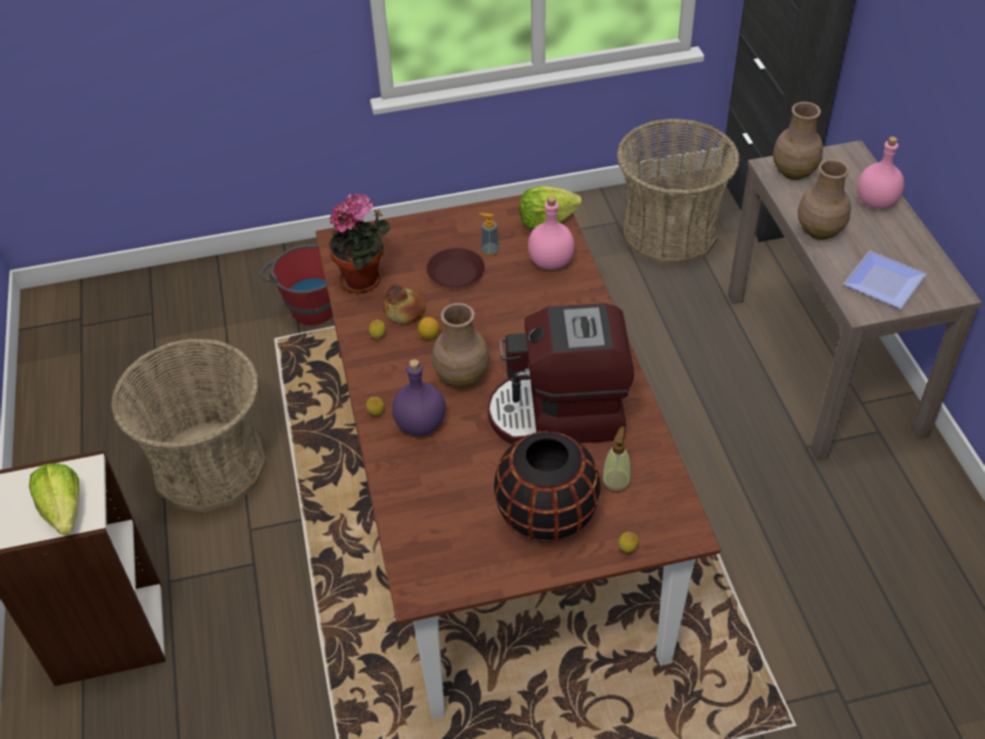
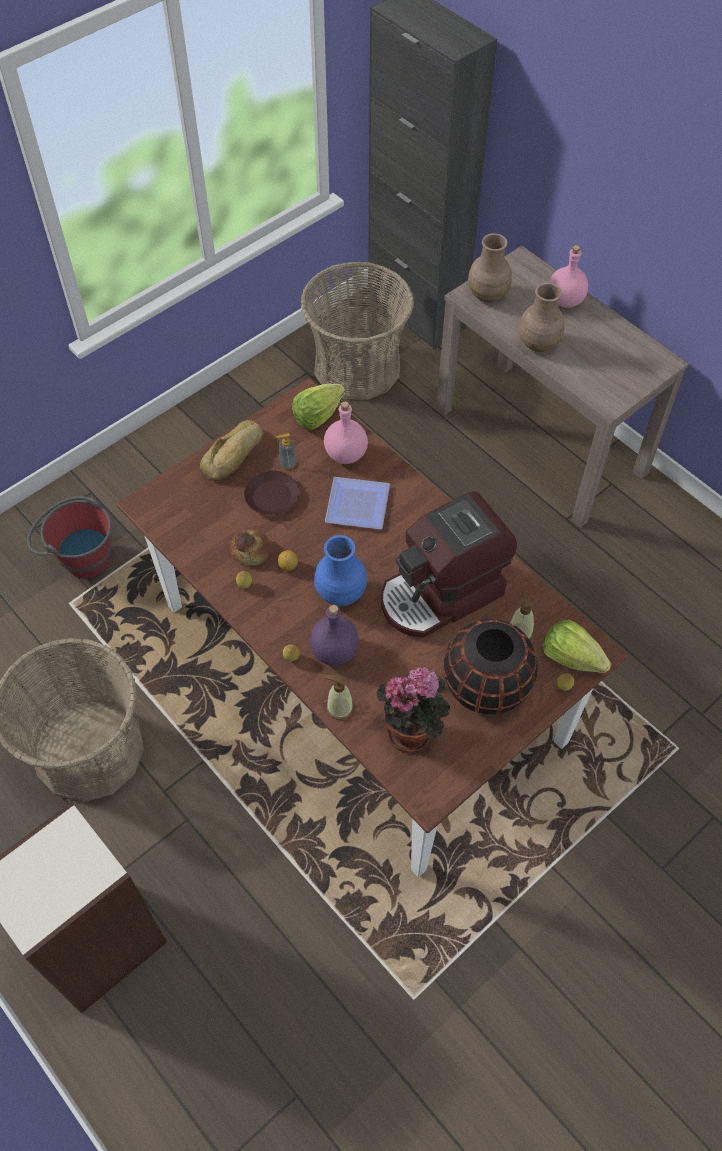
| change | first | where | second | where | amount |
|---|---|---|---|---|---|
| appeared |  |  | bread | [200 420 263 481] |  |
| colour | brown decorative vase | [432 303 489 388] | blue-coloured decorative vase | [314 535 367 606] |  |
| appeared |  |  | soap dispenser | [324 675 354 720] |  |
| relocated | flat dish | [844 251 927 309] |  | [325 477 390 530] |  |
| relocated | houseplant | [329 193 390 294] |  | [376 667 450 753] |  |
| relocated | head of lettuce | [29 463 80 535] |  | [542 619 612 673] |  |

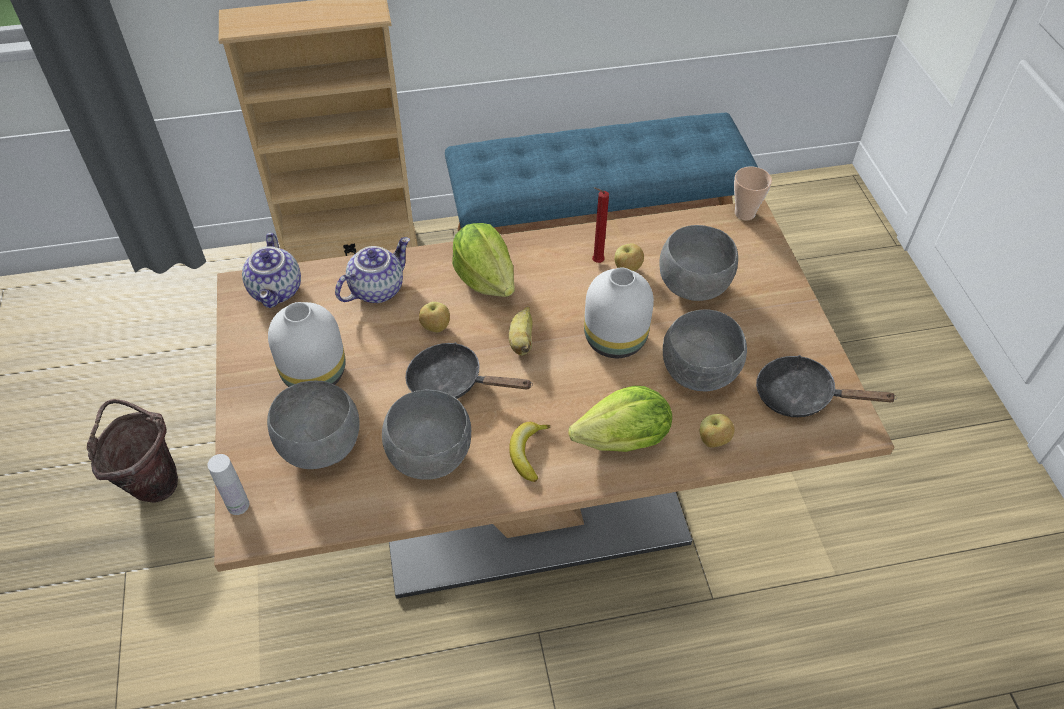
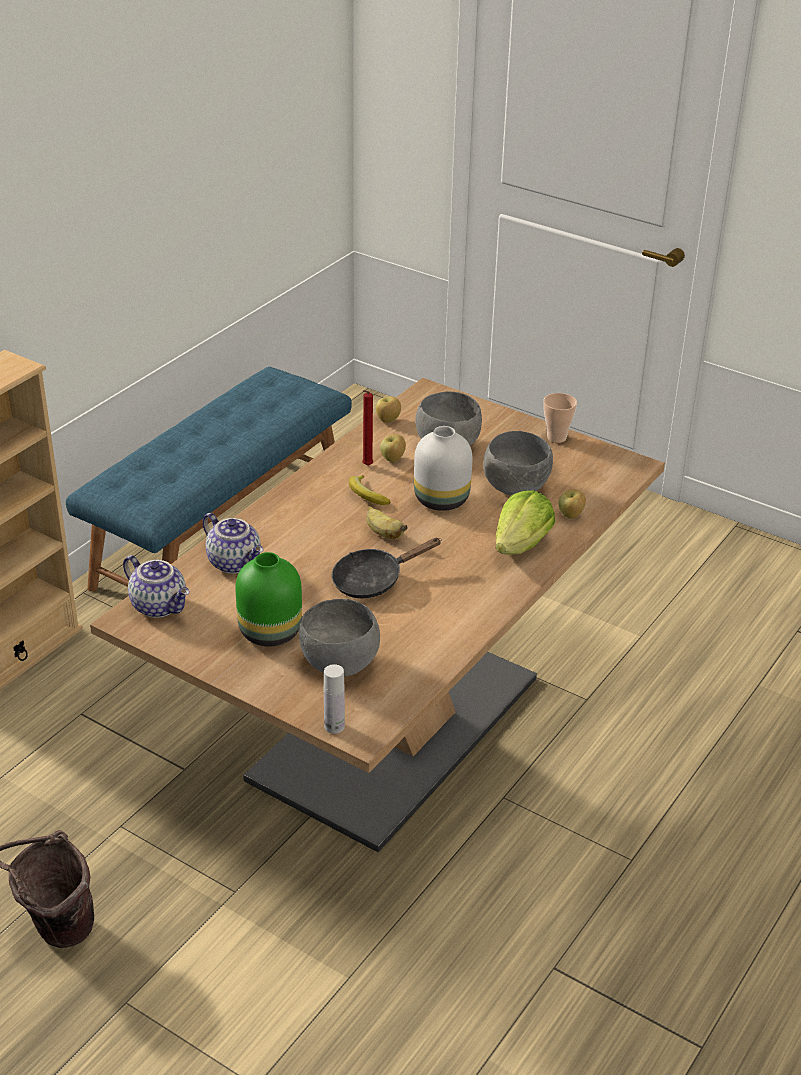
| change | first | where | second | where | amount |
|---|---|---|---|---|---|
| spun | tea pot | [335 237 410 303] |  | [203 513 263 574] | 135 degrees clockwise |
| colour | whitish decorative vase | [268 302 345 387] | green decorative vase | [235 552 302 646] |  |
| relocated | banana | [509 422 551 482] |  | [349 475 390 505] |  |
| relocated | whole apple | [419 302 450 332] |  | [376 396 401 423] |  |
| relocated | drinking cup | [734 166 772 221] |  | [544 393 577 443] |  |
| missing | gray serving bowl | [382 390 471 480] |  |  |  |
| missing | head of lettuce | [452 223 515 297] |  |  |  |
| missing | blackish skillet | [756 355 897 417] |  |  |  |

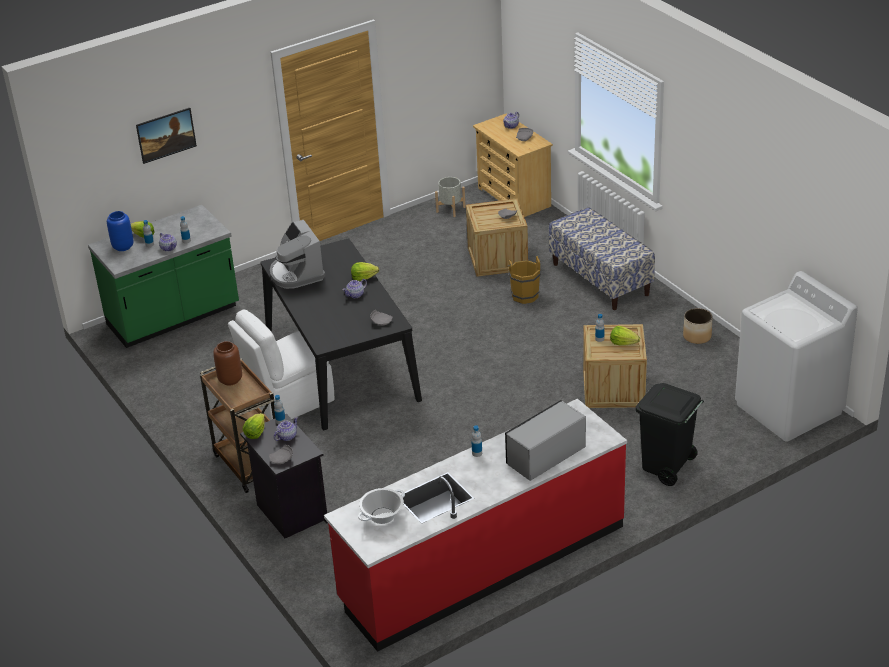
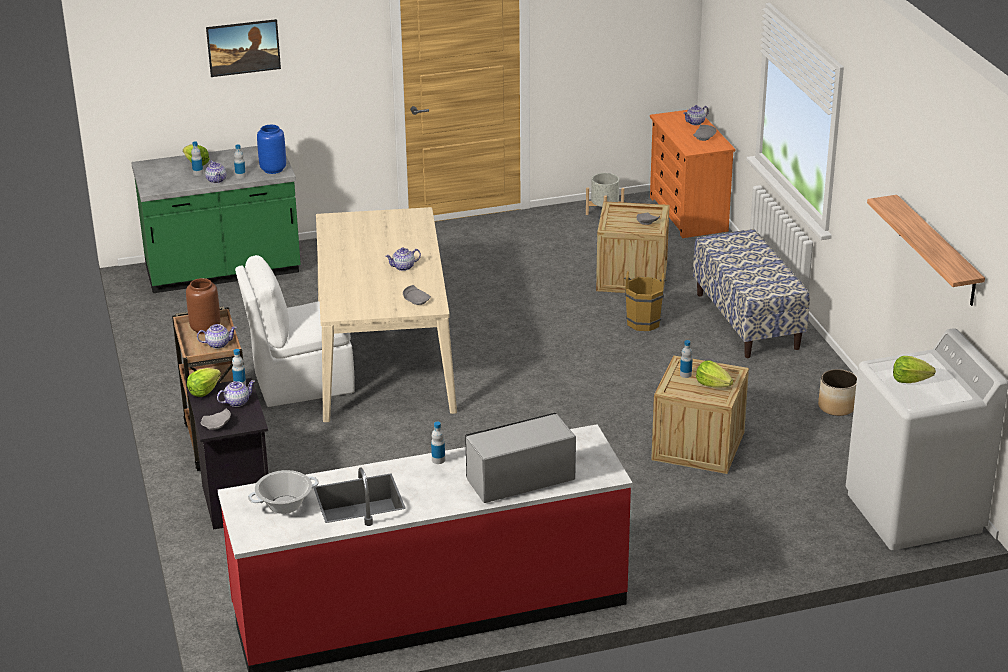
| change | first | where | second | where | amount |
|---|---|---|---|---|---|
| appeared |  |  | tea pot | [197 324 237 349] |  |
| relocated | blue-coloured decorative vase | [107 211 134 251] |  | [257 125 286 174] |  |
| colour | blackish kitchen table | [260 238 422 430] | sand-coloured kitchen table | [316 207 457 422] |  |
| colour | sand-coloured dresser | [473 114 553 217] | orange dresser | [650 110 735 238] |  |
| appeared |  |  | shelf | [867 195 985 306] |  |
| relocated | head of lettuce | [351 262 379 281] |  | [893 356 936 383] |  |
| missing | coffee brewer | [270 220 325 289] |  |  |  |
| missing | blackish rubbish bin | [636 383 704 486] |  |  |  |

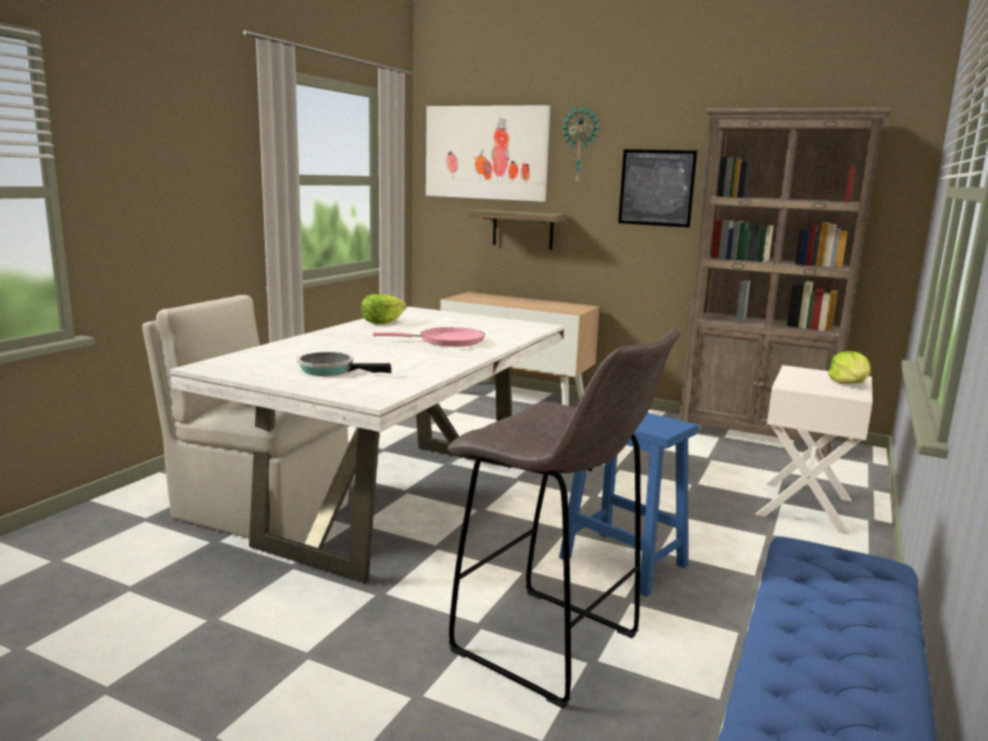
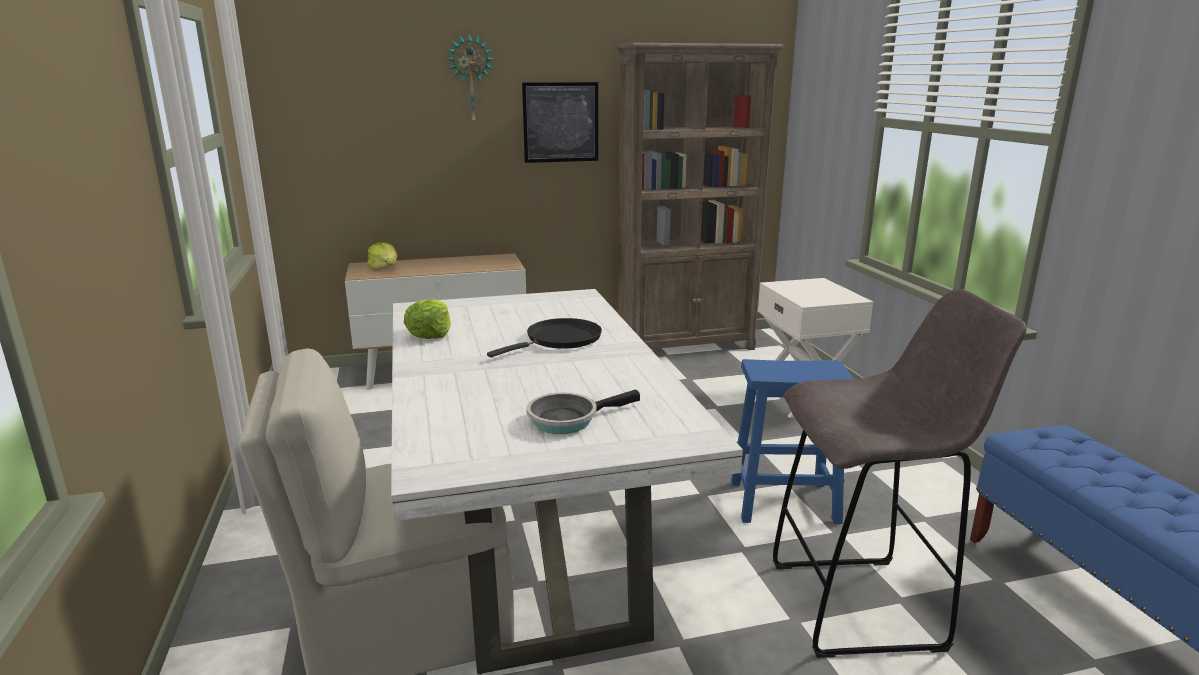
| change | first | where | second | where | amount |
|---|---|---|---|---|---|
| relocated | head of lettuce | [828 351 870 384] |  | [367 242 398 269] |  |
| colour | pink-coloured skillet | [373 327 485 347] | blackish skillet | [487 318 602 358] |  |
| missing | wall picture | [426 105 550 202] |  |  |  |
| missing | shelf | [469 210 567 250] |  |  |  |

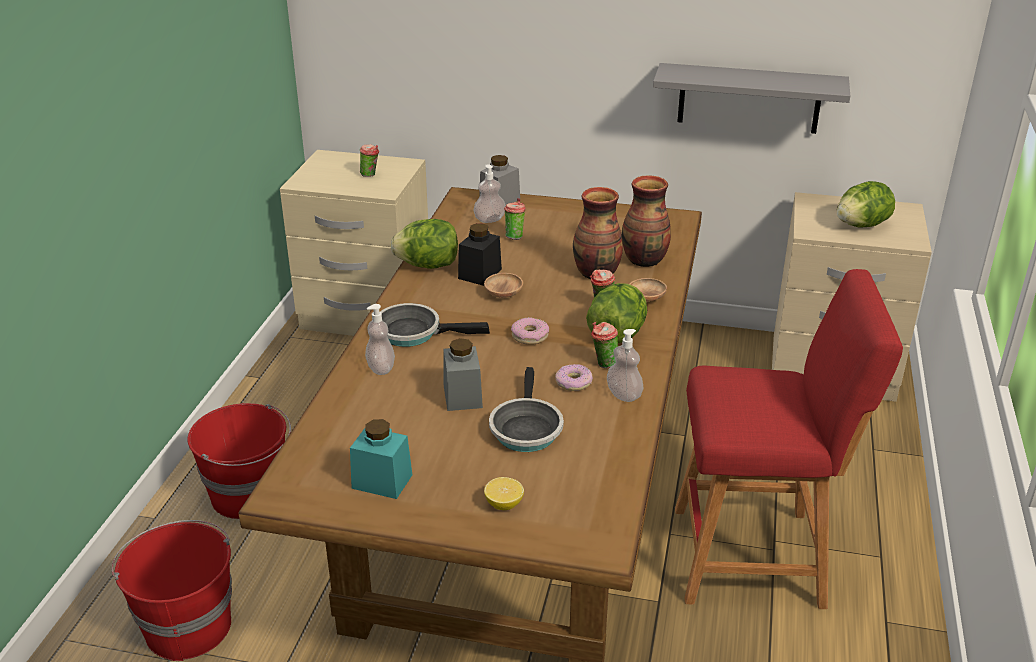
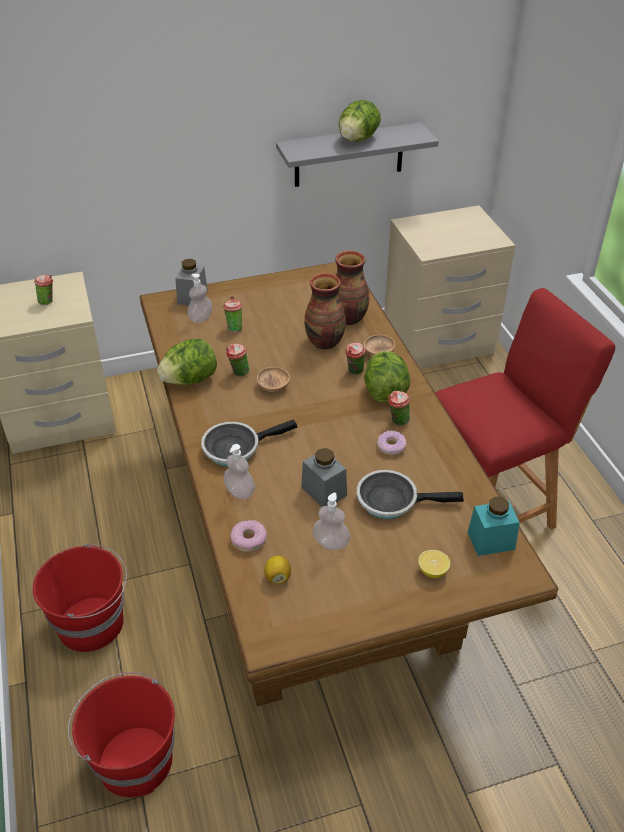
| change | first | where | second | where | amount |
|---|---|---|---|---|---|
| exchanged | blackish storage jar | [458 223 502 286] | drinking cup | [226 344 249 377] |  |
| relocated | doughnut | [511 317 549 345] |  | [230 520 267 552] |  |
| appeared |  |  | whole lemon | [264 556 291 584] |  |
| relocated | soap dispenser | [607 329 644 402] |  | [312 493 350 550] |  |
| relocated | head of lettuce | [837 181 895 228] |  | [339 100 381 142] |  |
| spun | skillet | [489 367 564 452] |  | [356 470 464 519] | 120 degrees clockwise |
| relocated | turquoise storage jar | [350 419 412 499] |  | [468 496 520 556] |  |

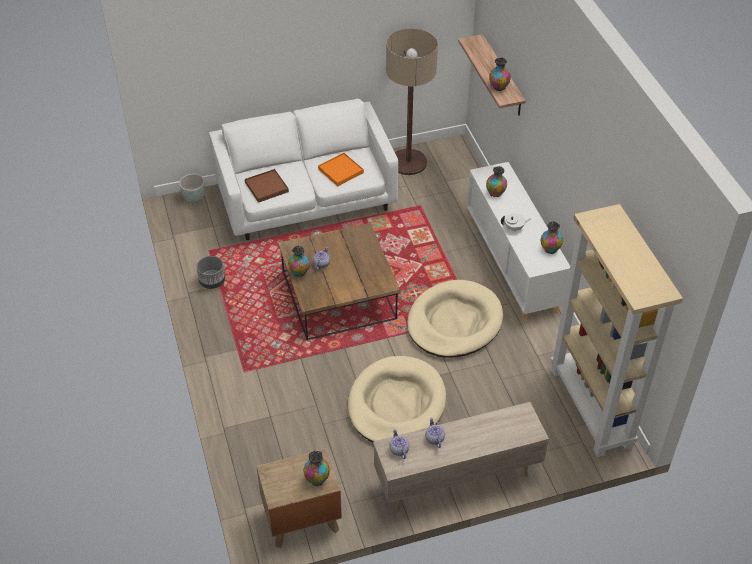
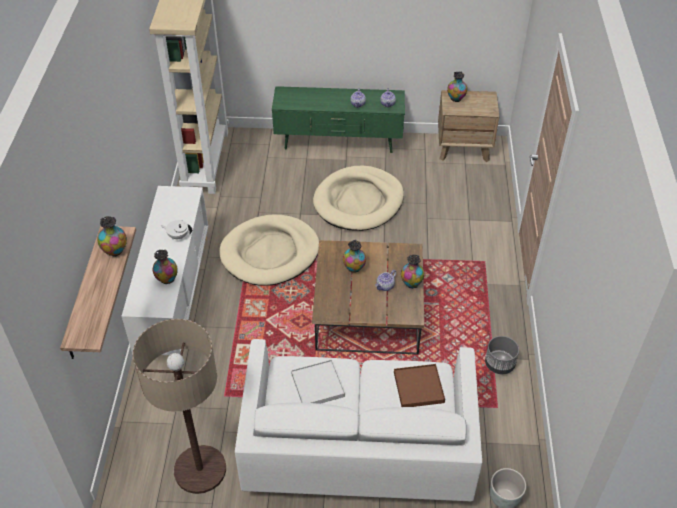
| change | first | where | second | where | amount |
|---|---|---|---|---|---|
| colour | sand-coloured tv unit | [373 402 549 511] | green tv unit | [272 86 405 153] |  |
| colour | orange tray | [318 153 364 186] | whitish tray | [291 359 345 404] |  |
| relocated | decorative vase | [541 221 563 254] |  | [343 240 366 273] |  |

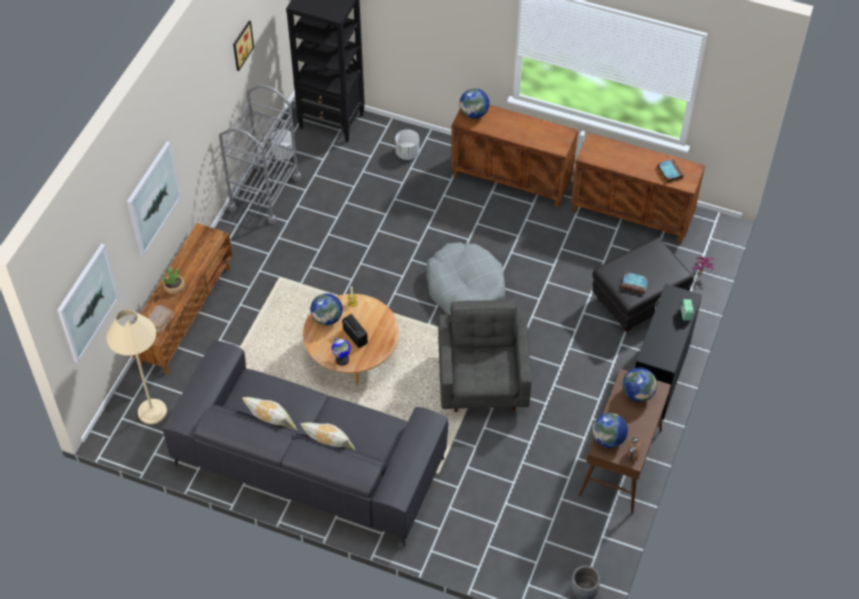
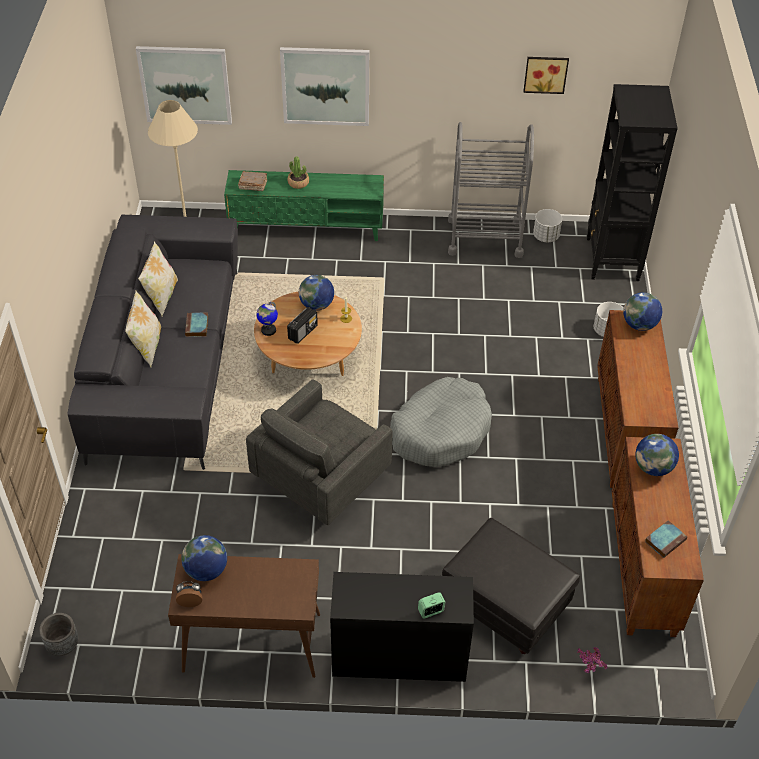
| change | first | where | second | where | amount |
|---|---|---|---|---|---|
| relocated | book | [621 272 649 294] |  | [185 313 208 337] |  |
| colour | brown tv unit | [132 223 233 375] | green tv unit | [224 170 384 241] |  |
| spun | gray lounge chair | [438 300 532 412] |  | [246 379 393 525] | 150 degrees clockwise |
| relocated | globe | [622 368 657 402] |  | [635 434 679 476] |  |

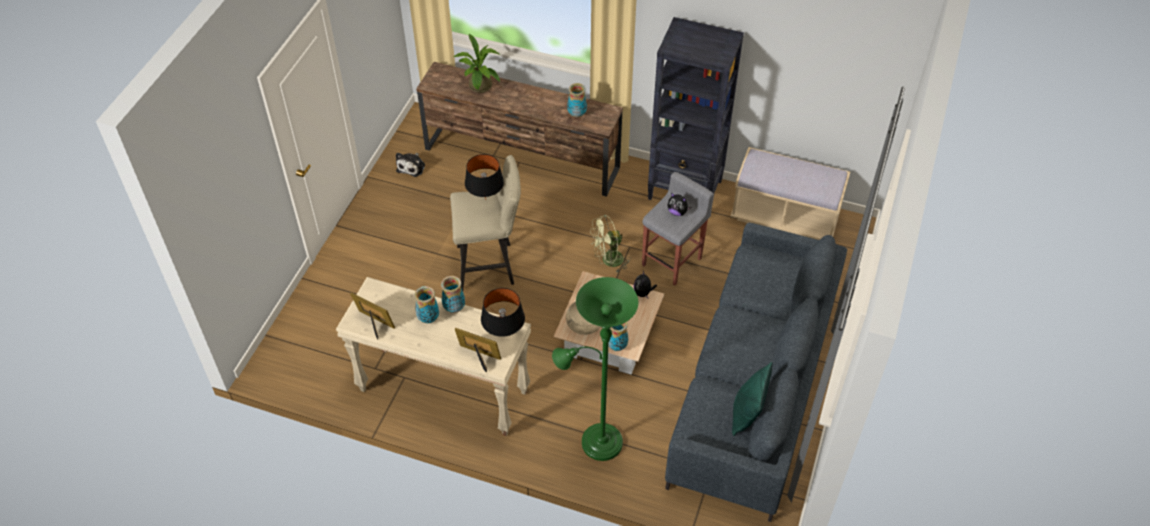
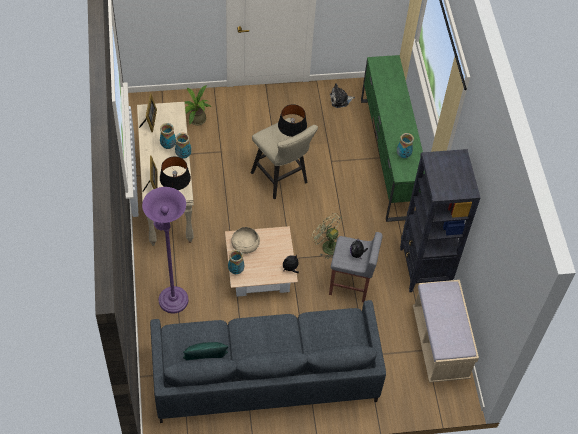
| change | first | where | second | where | amount |
|---|---|---|---|---|---|
| colour | green floor lamp | [552 277 638 461] | purple floor lamp | [142 187 188 314] |  |
| relocated | houseplant | [453 33 500 93] |  | [185 85 211 125] |  |
| colour | brown tv unit | [416 62 623 197] | green tv unit | [361 55 425 222] |  |

